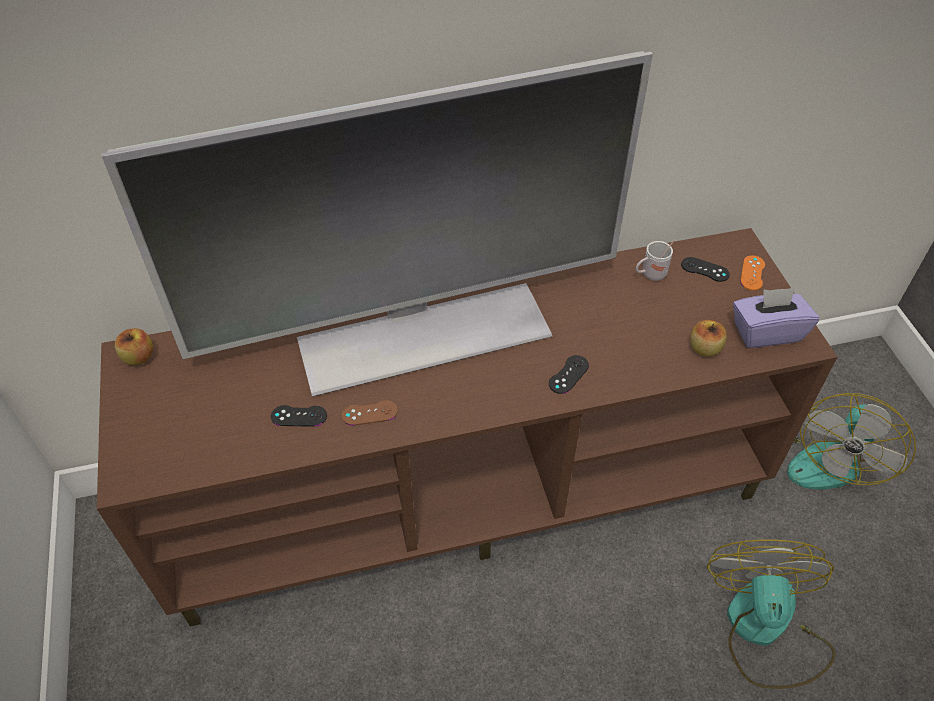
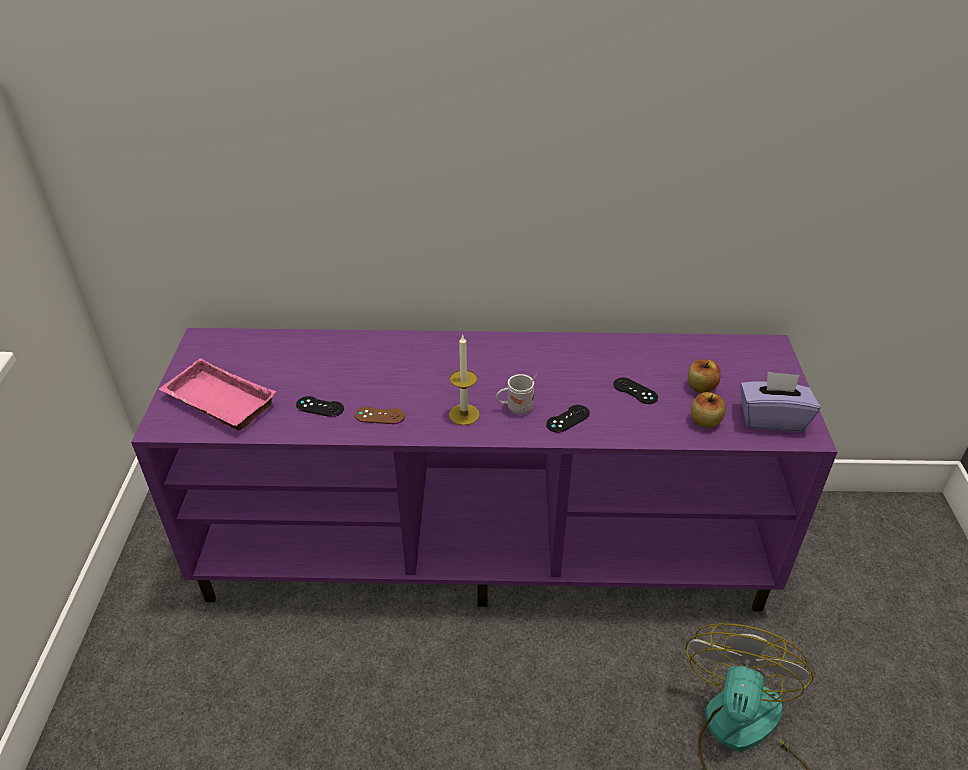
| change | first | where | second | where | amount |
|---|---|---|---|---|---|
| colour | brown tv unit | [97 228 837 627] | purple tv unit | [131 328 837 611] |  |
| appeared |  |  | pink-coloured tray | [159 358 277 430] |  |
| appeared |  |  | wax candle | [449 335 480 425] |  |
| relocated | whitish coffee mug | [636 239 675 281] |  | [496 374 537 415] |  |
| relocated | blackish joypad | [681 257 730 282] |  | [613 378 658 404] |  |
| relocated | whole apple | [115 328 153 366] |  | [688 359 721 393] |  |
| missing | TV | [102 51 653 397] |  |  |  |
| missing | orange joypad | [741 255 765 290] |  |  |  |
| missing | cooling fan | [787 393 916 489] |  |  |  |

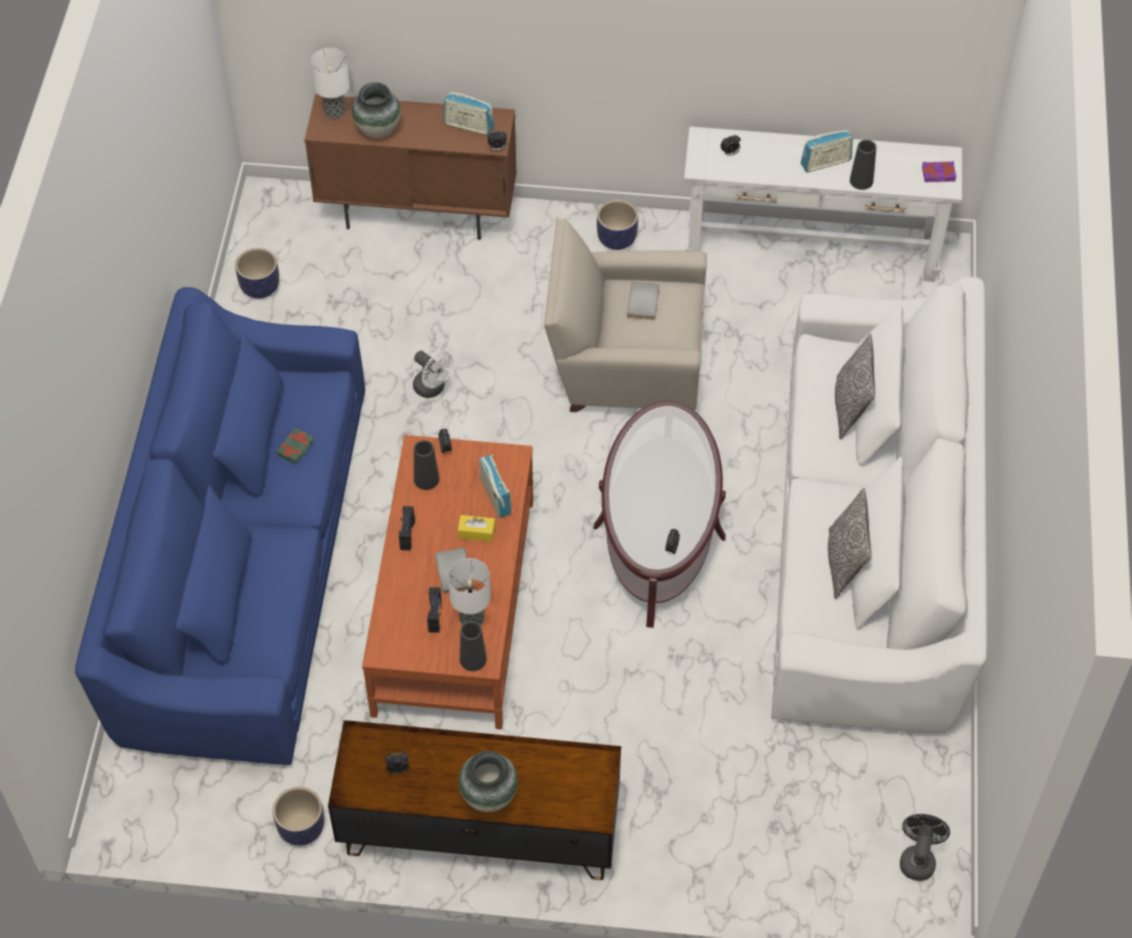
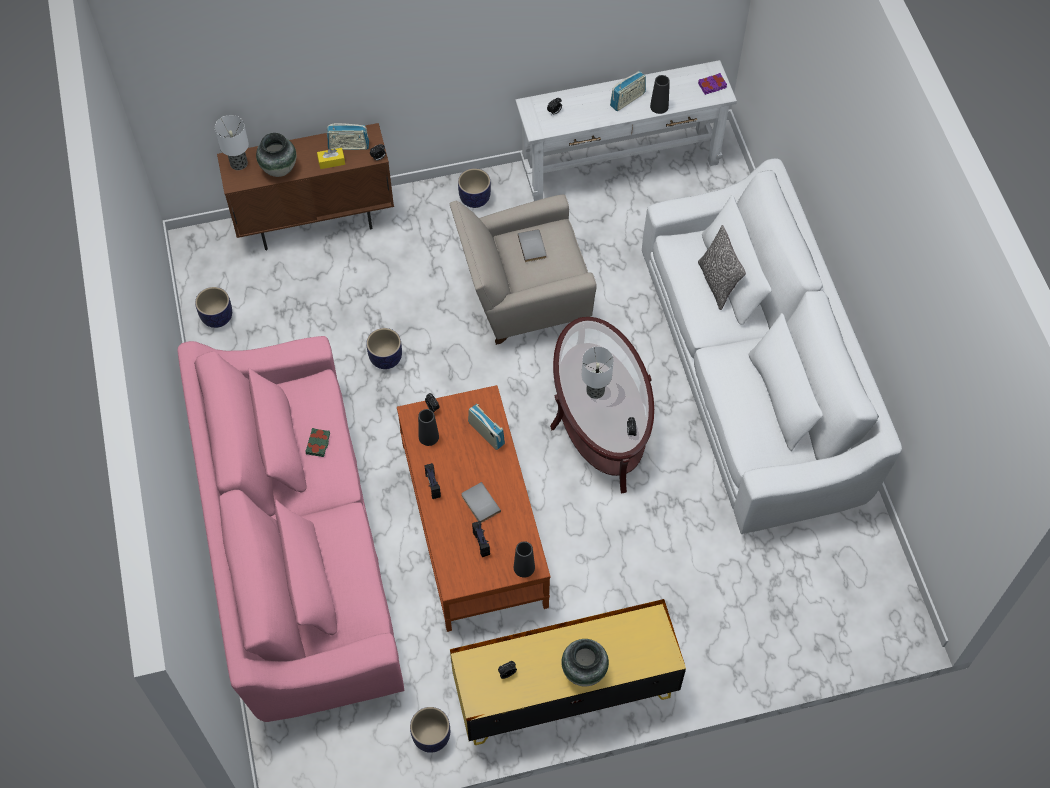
| change | first | where | second | where | amount |
|---|---|---|---|---|---|
| colour | blue-coloured couch | [75 287 365 765] | pink-coloured couch | [178 336 404 722] |  |
| relocated | yellow-coloured box of tissues | [458 515 495 542] |  | [317 148 345 169] |  |
| exchanged | whitish cooling fan | [413 351 454 398] | planter | [366 328 402 369] |  |
| colour | brown tv unit | [328 720 621 880] | yellow-coloured tv unit | [450 599 686 745] |  |
| relocated | table lamp | [448 558 491 625] |  | [582 347 614 399] |  |
| missing | pillow | [828 488 872 599] |  |  |  |
| missing | blackish cooling fan | [900 814 950 881] |  |  |  |

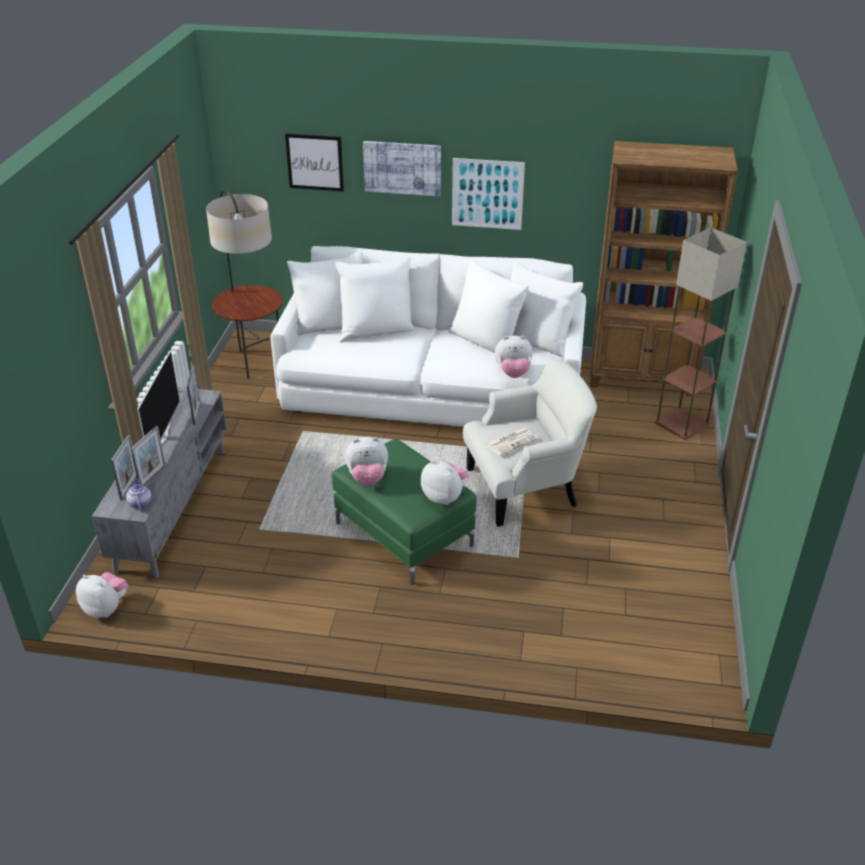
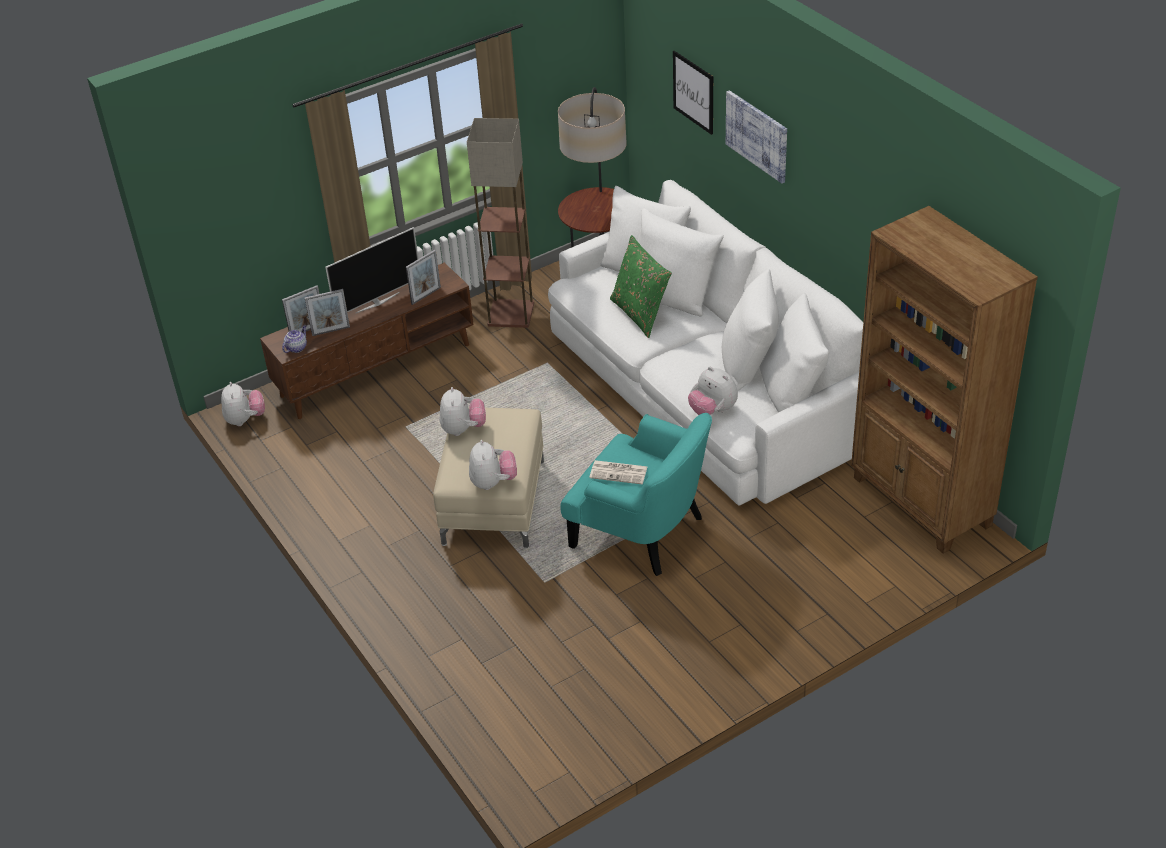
| change | first | where | second | where | amount |
|---|---|---|---|---|---|
| colour | gray tv unit | [92 387 227 579] | brown tv unit | [260 263 473 419] |  |
| colour | green pouffe | [332 439 476 585] | sand-coloured pouffe | [433 407 544 549] |  |
| spun | soft toy | [345 437 388 486] |  | [440 387 486 436] | 135 degrees counterclockwise |
| relocated | floor lamp | [655 227 747 440] |  | [467 118 534 328] |  |
| colour | whitish lounge chair | [463 359 597 527] | turquoise lounge chair | [560 413 712 576] |  |
| appeared |  |  | green pillow | [610 235 672 338] |  |
| missing | wall picture | [452 158 525 230] |  |  |  |

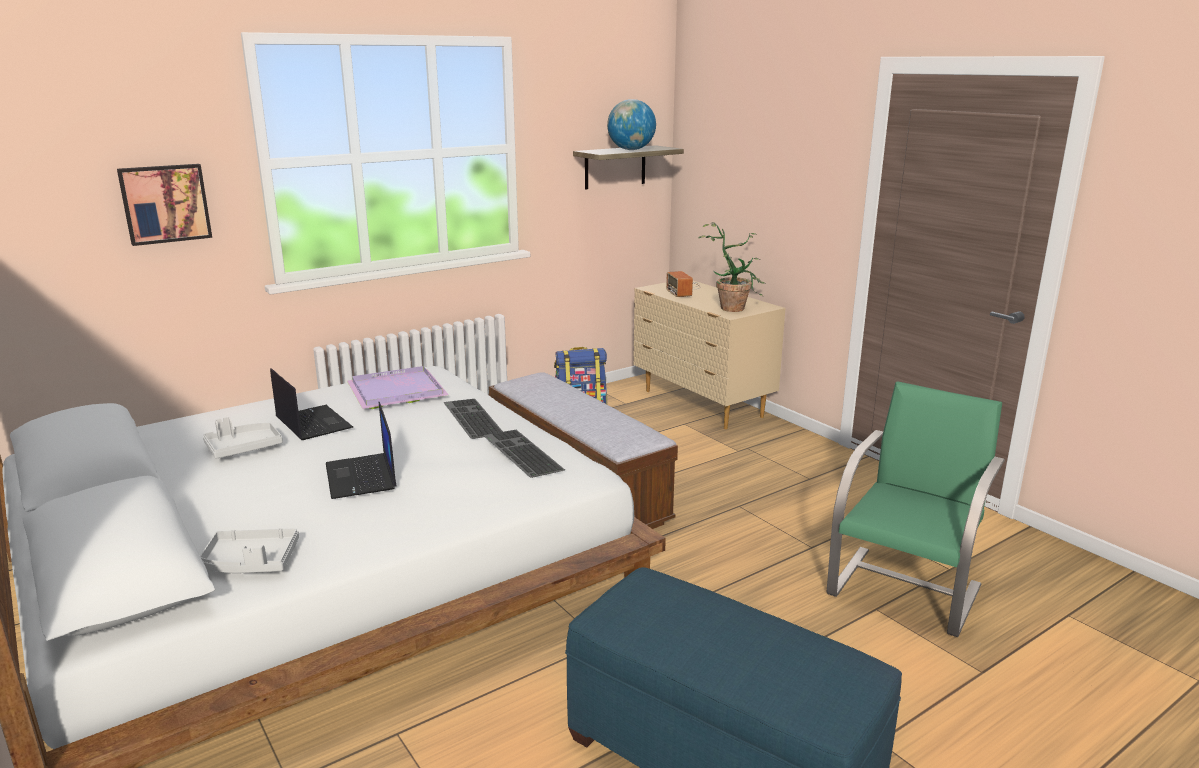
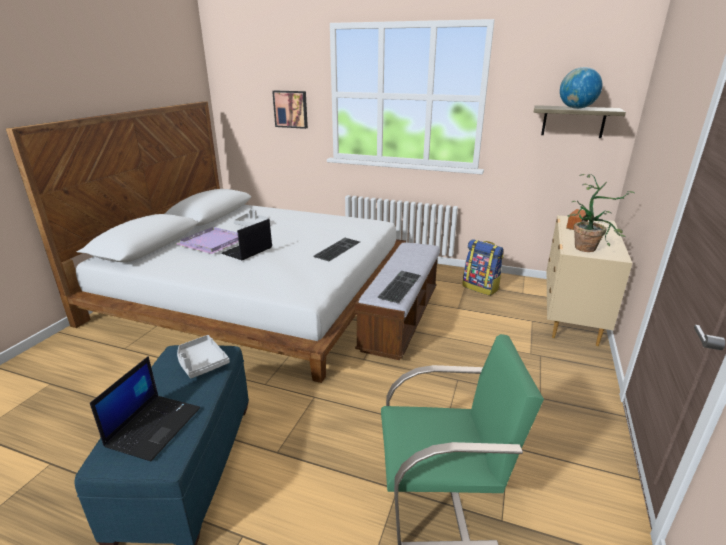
| change | first | where | second | where | amount |
|---|---|---|---|---|---|
| relocated | portable computer | [270 368 353 440] |  | [90 356 200 461] |  |
| relocated | purple tray | [347 366 449 409] |  | [176 227 239 254] |  |
| relocated | gray tray | [200 528 299 573] |  | [177 335 230 378] |  |
| relocated | keyboard | [483 430 565 478] |  | [378 271 421 303] |  |

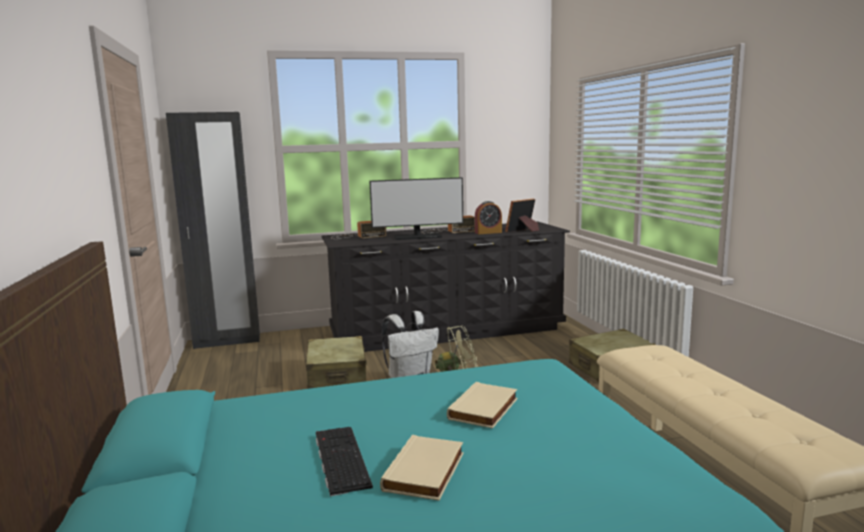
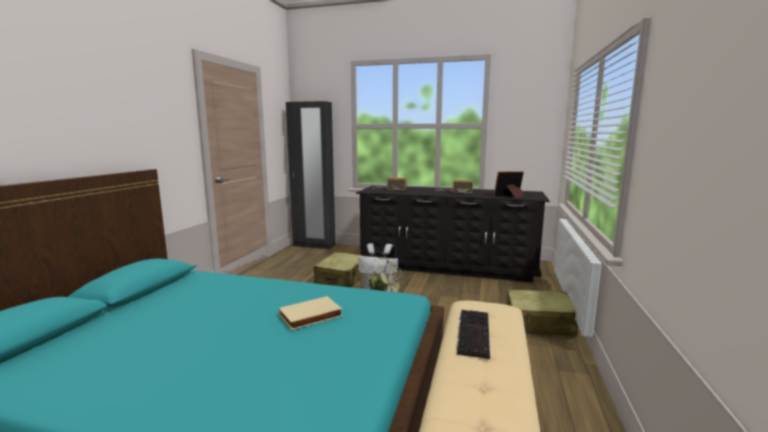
| change | first | where | second | where | amount |
|---|---|---|---|---|---|
| relocated | keyboard | [316 427 373 496] |  | [456 310 490 359] |  |
| missing | computer display | [370 177 463 240] |  |  |  |
| missing | sand-coloured book | [380 435 464 501] |  |  |  |
| missing | alarm clock | [475 201 502 234] |  |  |  |

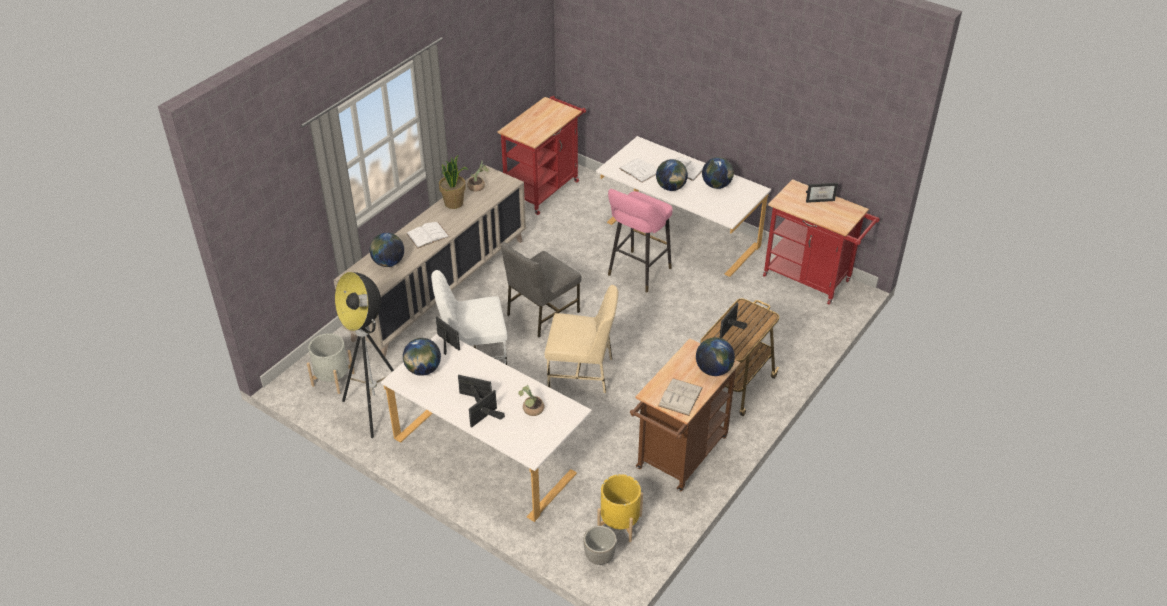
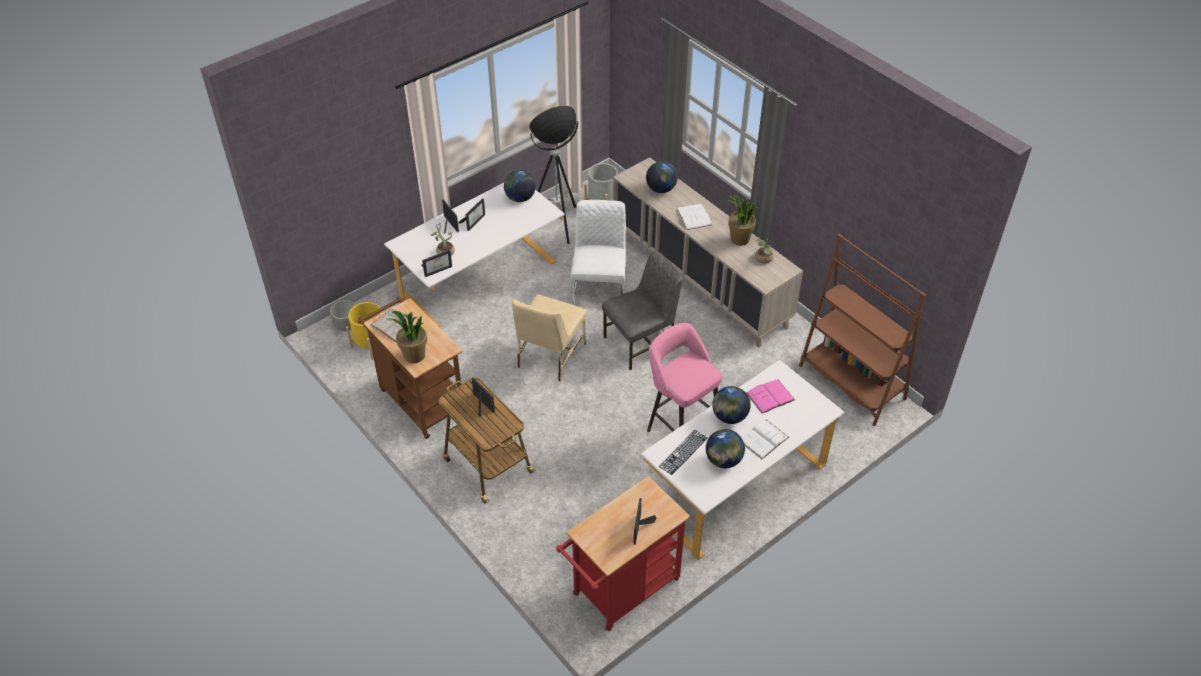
| change | first | where | second | where | amount |
|---|---|---|---|---|---|
| exchanged | globe | [696 337 735 376] | houseplant | [388 311 427 363] |  |
| relocated | picture frame | [435 317 460 355] |  | [422 250 452 277] |  |
| spun | gray upright chair | [501 242 582 337] |  | [602 251 683 370] | 90 degrees clockwise |
| appeared |  |  | keyboard | [659 430 707 475] |  |
| colour | whitish book | [619 158 657 183] | pink-coloured book | [746 379 795 414] |  |
| exchanged | reddish trolley | [498 96 586 215] | brown shelving unit | [799 233 926 426] |  |

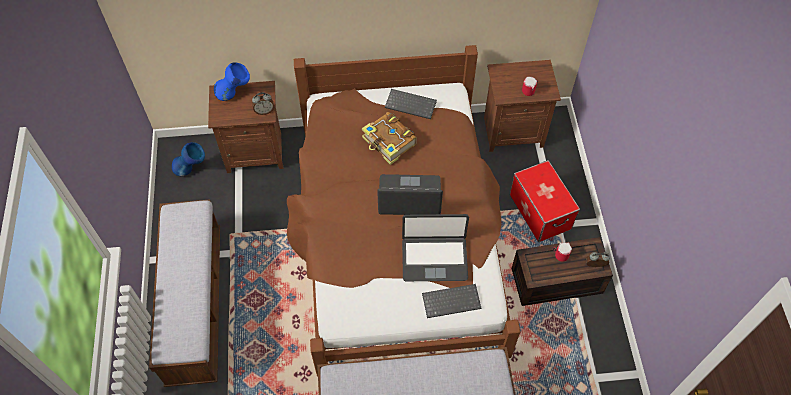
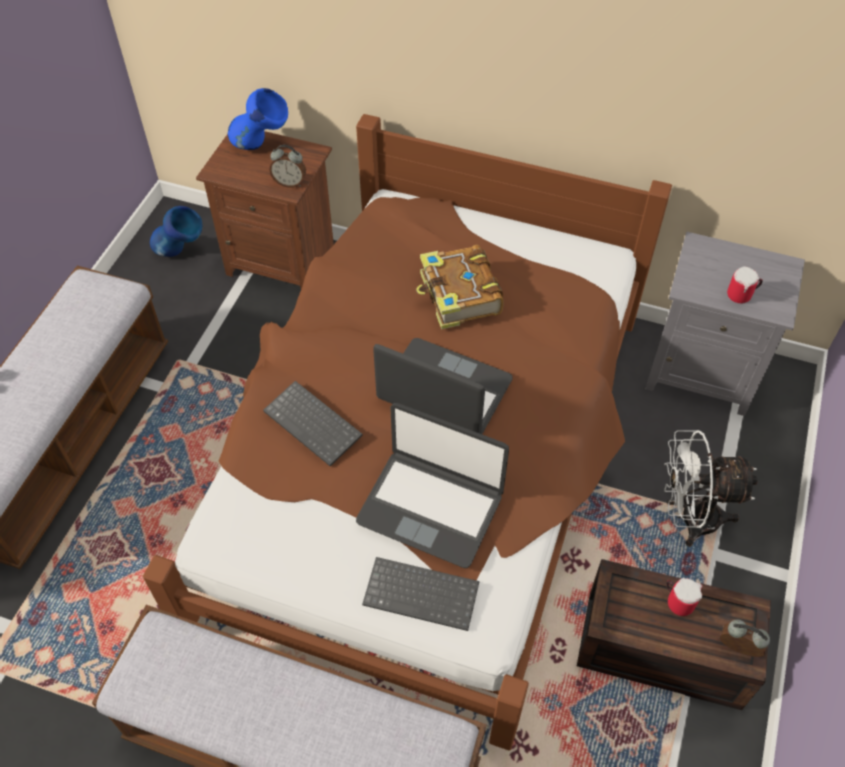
| change | first | where | second | where | amount |
|---|---|---|---|---|---|
| relocated | keyboard | [385 89 437 119] |  | [263 381 363 466] |  |
| colour | brown night table | [484 60 561 152] | gray night table | [645 232 805 416] |  |
| exchanged | storage bin | [510 160 580 242] | whitish cooling fan | [664 430 758 547] |  |

